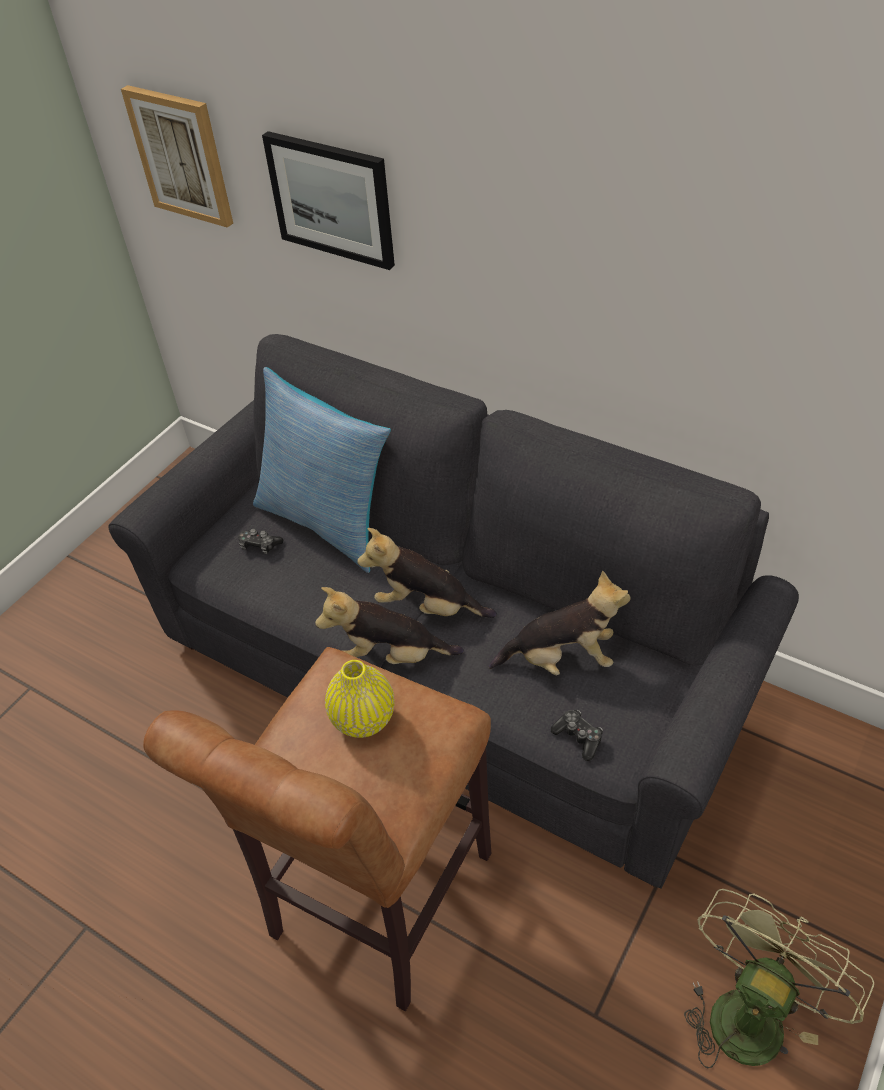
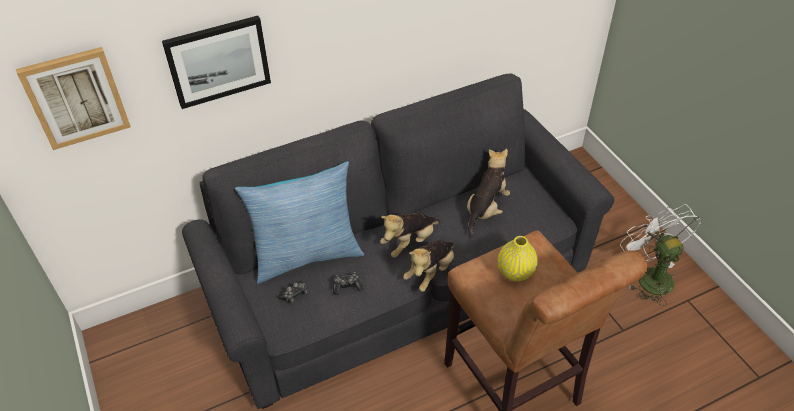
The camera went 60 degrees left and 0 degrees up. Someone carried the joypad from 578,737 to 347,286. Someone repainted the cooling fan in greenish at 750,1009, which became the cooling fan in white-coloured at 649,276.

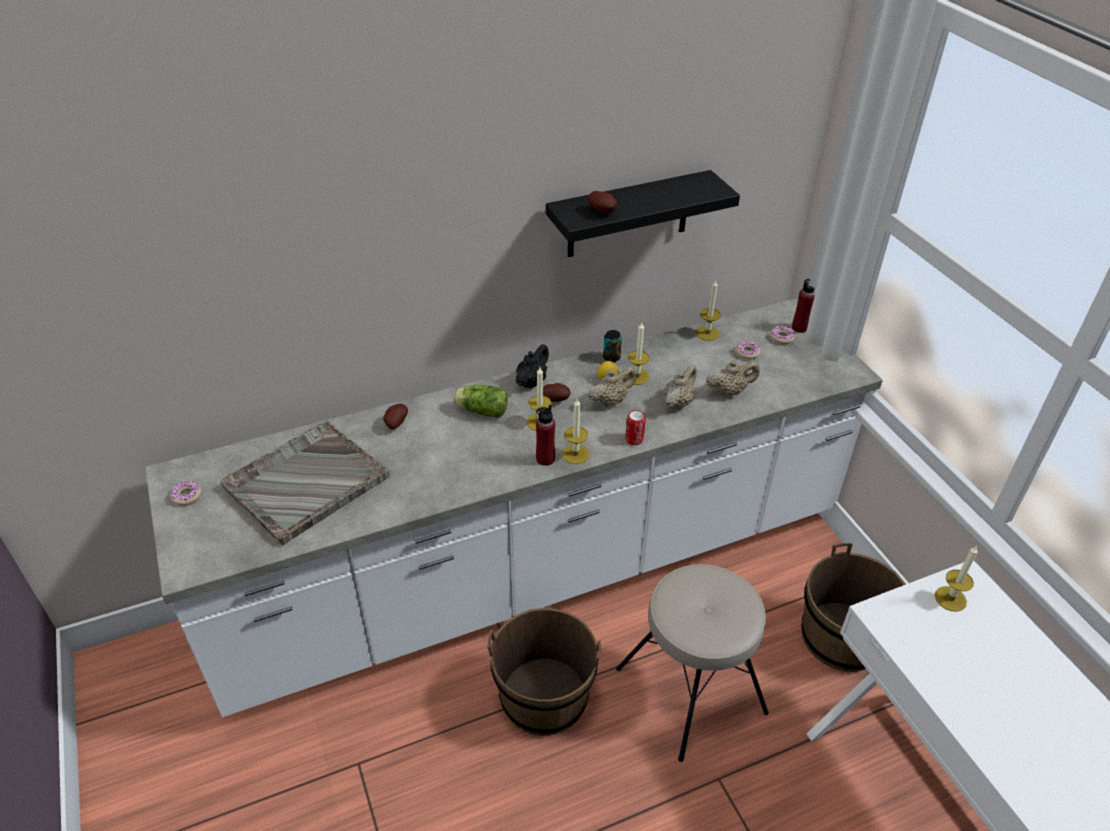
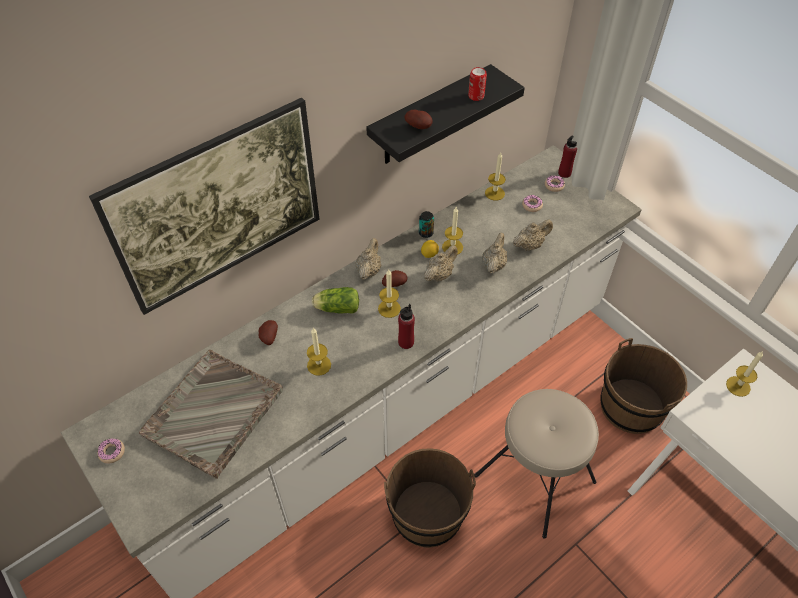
The camera went 15 degrees left and 10 degrees up. Someone repainted the teapot in black-coloured at 532,382, which became the teapot in beige at 368,270. Someone carried the wax candle from 575,454 to 319,365. Someone carried the can from 634,439 to 476,96. Someone put up the wall art at 226,235.

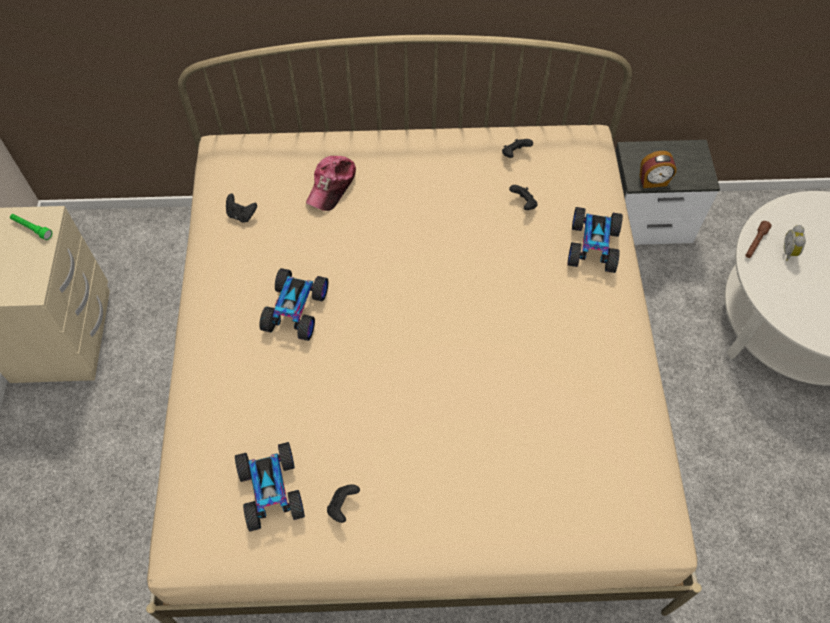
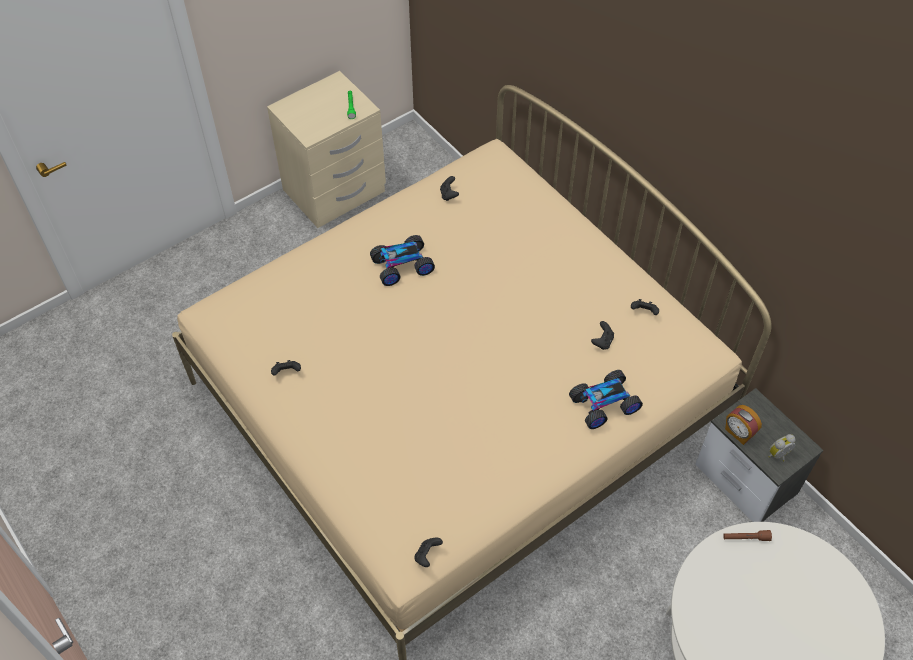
The camera went 55 degrees right and 5 degrees down. Someone took away the miniature car at 272,489. Someone took away the cap at 332,186. Someone carried the table clock from 789,252 to 779,456. Someone put down the joypad in black-coloured at 427,555.

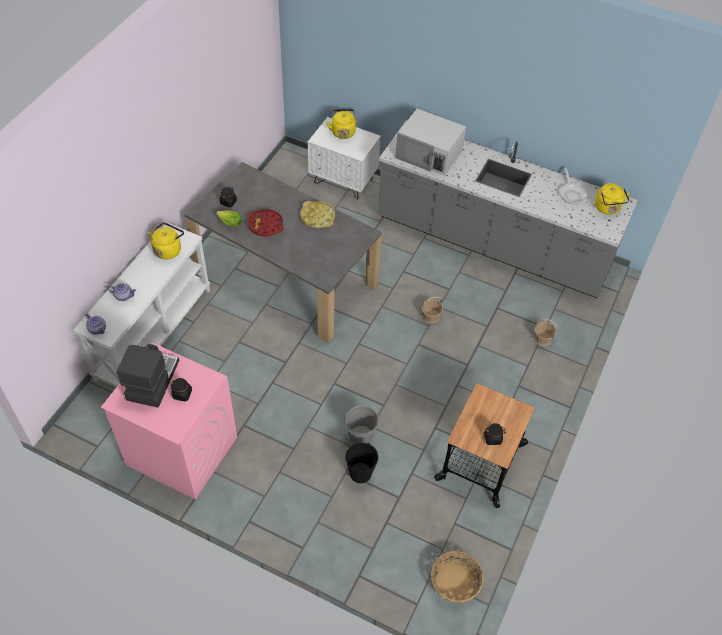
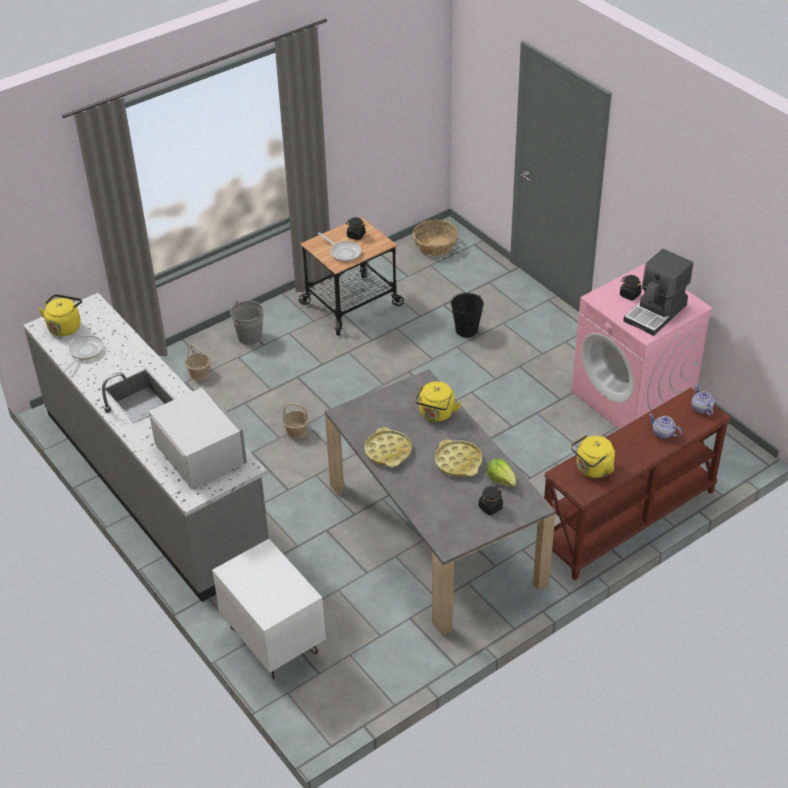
The camera went 150 degrees left and 10 degrees down. Someone repainted the hall table in white-coloured at 153,333, which became the hall table in brown-coloured at 628,520. Someone repainted the serving tray in red at 265,225, which became the serving tray in yellowish at 458,462. Someone carried the kettle in yellowish from 343,131 to 436,414. Someone carried the water bucket in grey from 361,436 to 249,336. Someone put down the pan at 343,252.

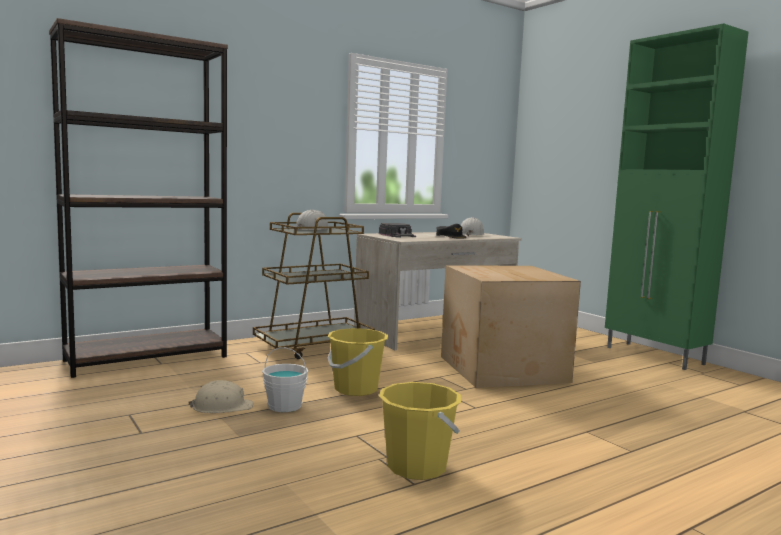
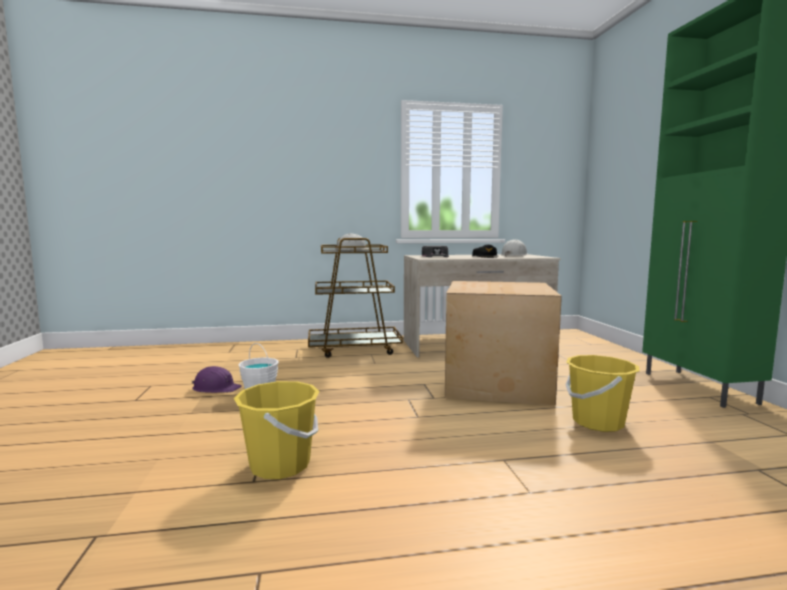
The camera went 25 degrees right and 0 degrees up. Someone took away the bookcase in brown-coloured at 147,358. Someone repainted the safety helmet in beige at 222,407, which became the safety helmet in purple-coloured at 216,388. Someone carried the water bucket in yellowish from 356,389 to 597,422.

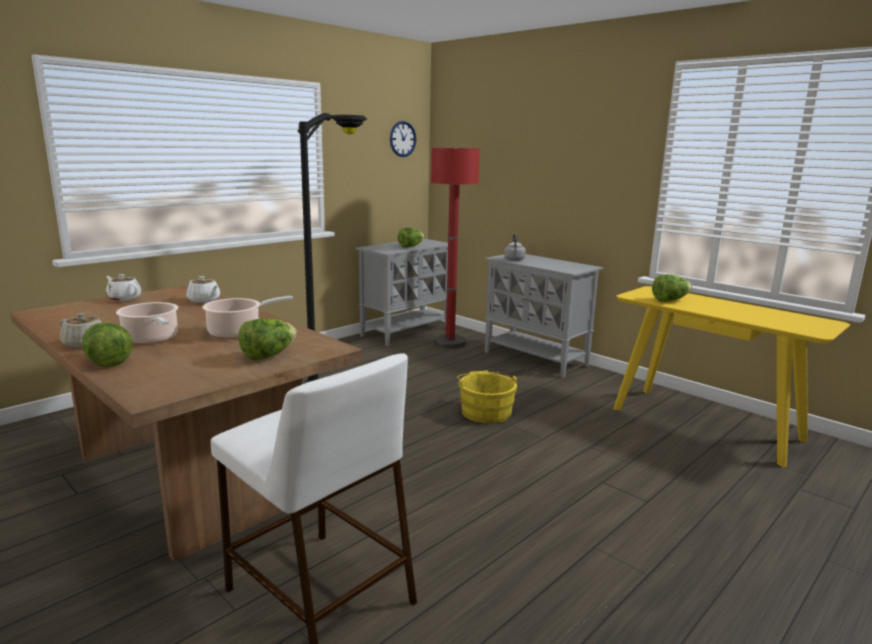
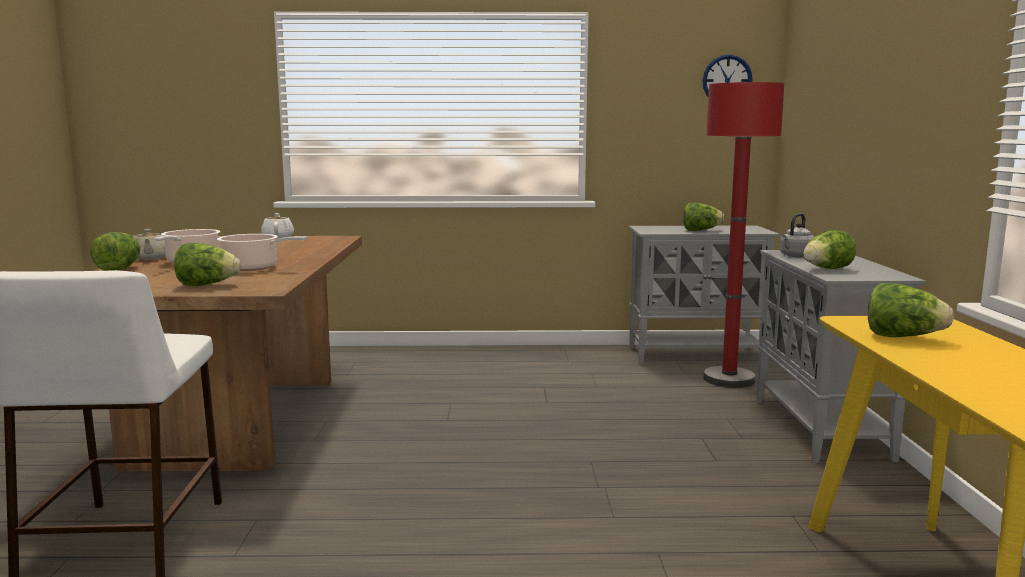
The camera went 45 degrees right and 5 degrees down. Someone took away the teapot in white-coloured at 204,301. Someone took away the standing lamp in black-coloured at 343,368. Someone took away the water bucket in yellowish at 485,411. Someone put down the lettuce at 826,269.

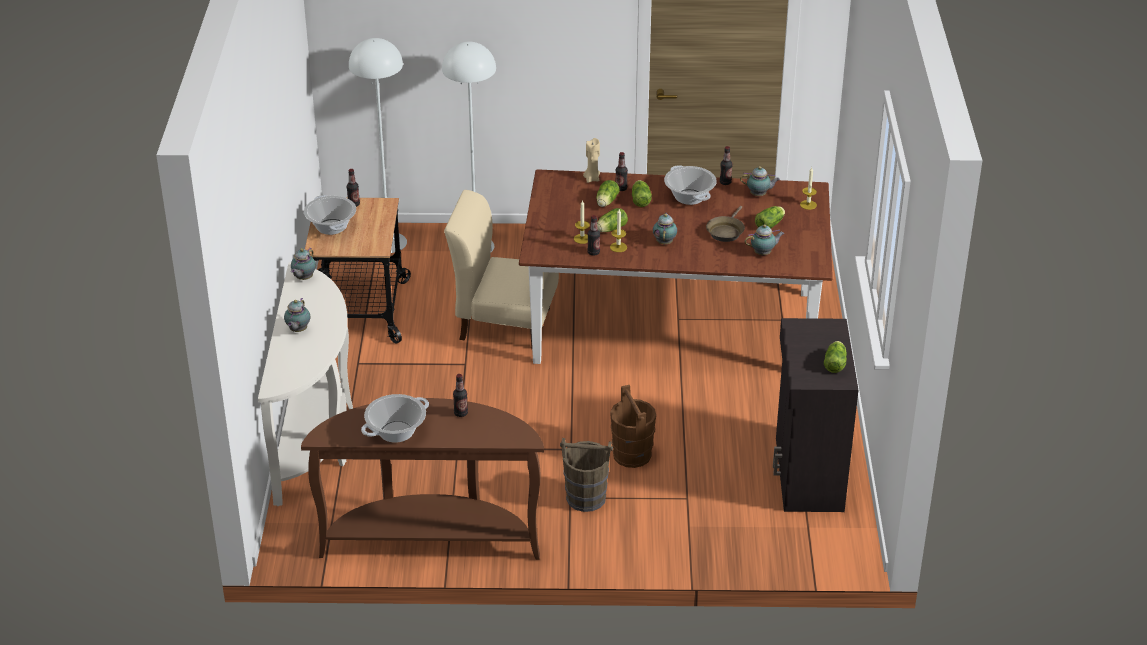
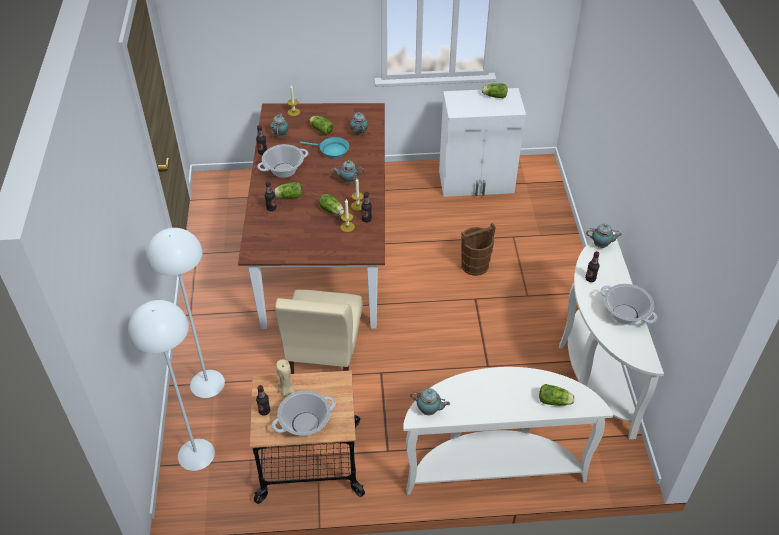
The camera went 95 degrees left and 10 degrees up. Someone carried the teapot from 297,330 to 601,245. Someone repainted the hall table in brown-coloured at 431,538, which became the hall table in white-coloured at 592,370. Someone took away the water bucket in brown-coloured at 585,498. Someone carried the wax candle in beige from 592,179 to 286,391. Someone carried the lettuce from 606,202 to 555,401. Someone repainted the pan in brown-coloured at 725,231, which became the pan in turquoise-coloured at 331,151. Someone repainted the cabinet in black-coloured at 807,474, which became the cabinet in white-coloured at 477,183.

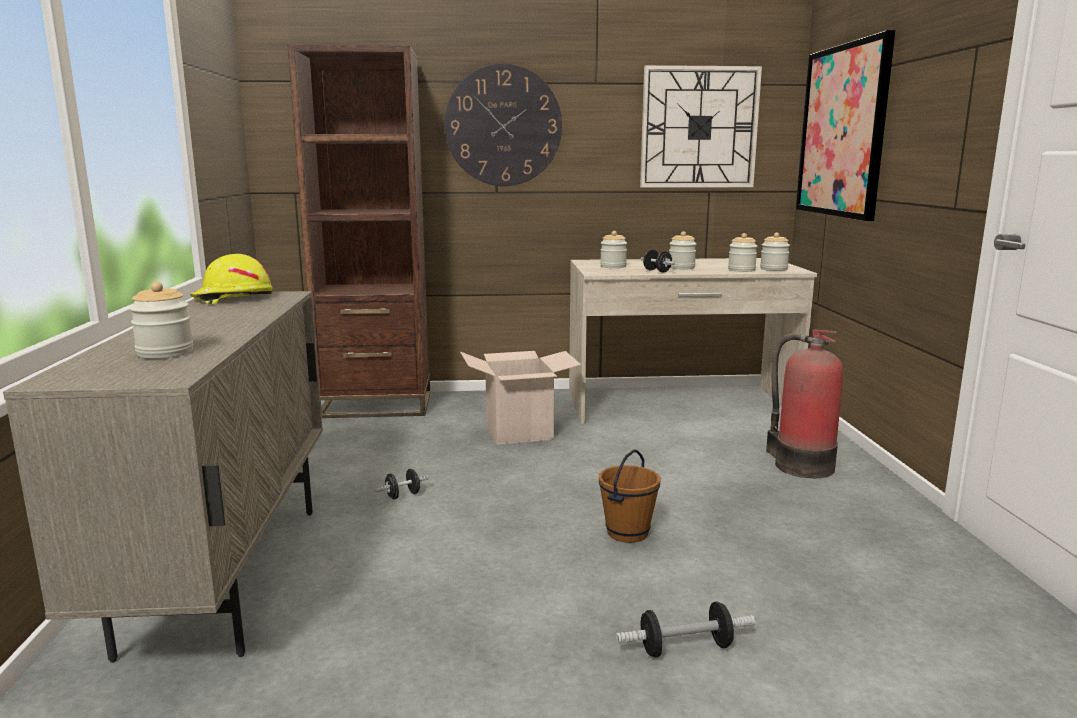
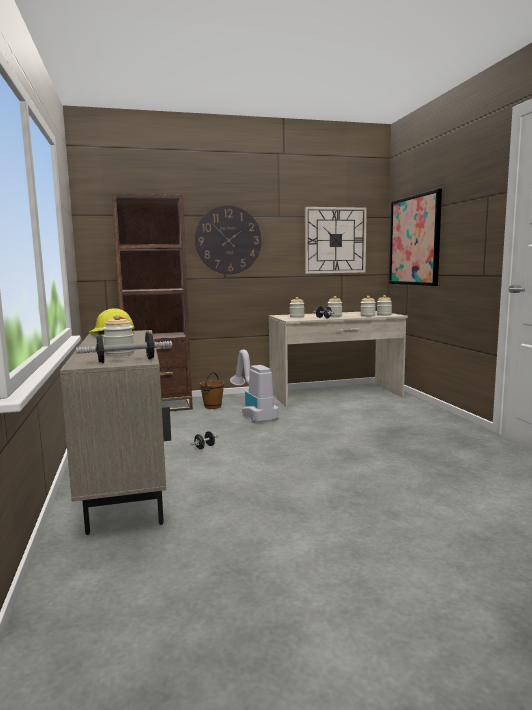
The camera went 10 degrees left and 5 degrees down. Someone swapped the packing box at 519,432 for the vacuum cleaner at 253,413. Someone carried the water bucket in brown-coloured from 626,533 to 212,406. Someone carried the free weight from 685,648 to 126,361. Someone took away the extinguisher at 800,465.

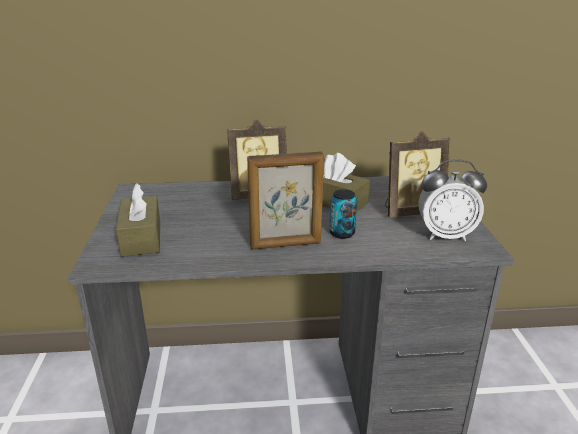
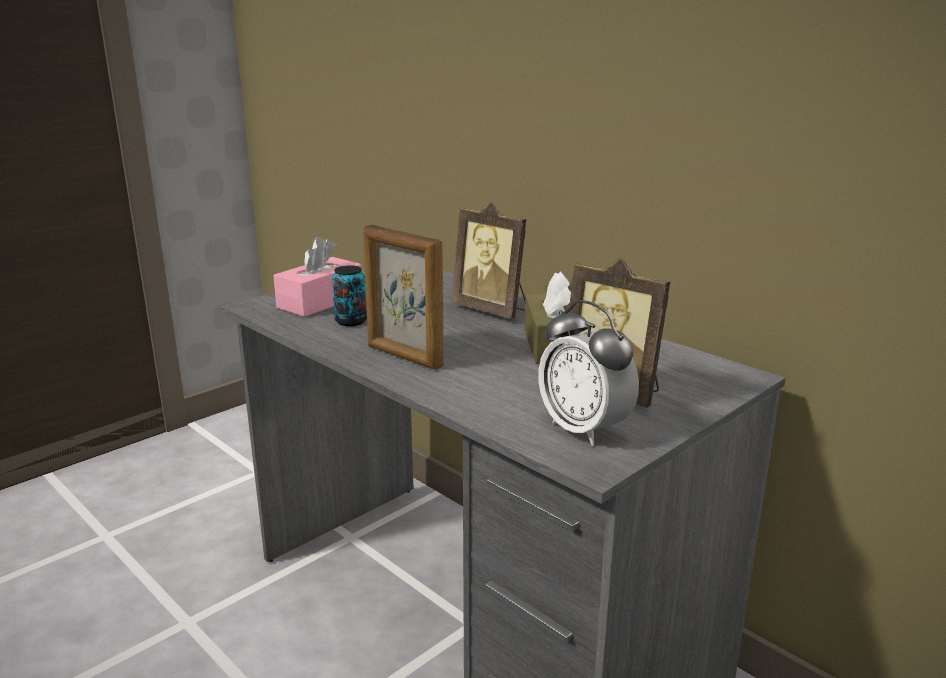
The camera went 50 degrees right and 5 degrees down. Someone repainted the box of tissues in brown-coloured at 141,237, which became the box of tissues in pink at 320,302. Someone carried the can from 342,233 to 351,321.

